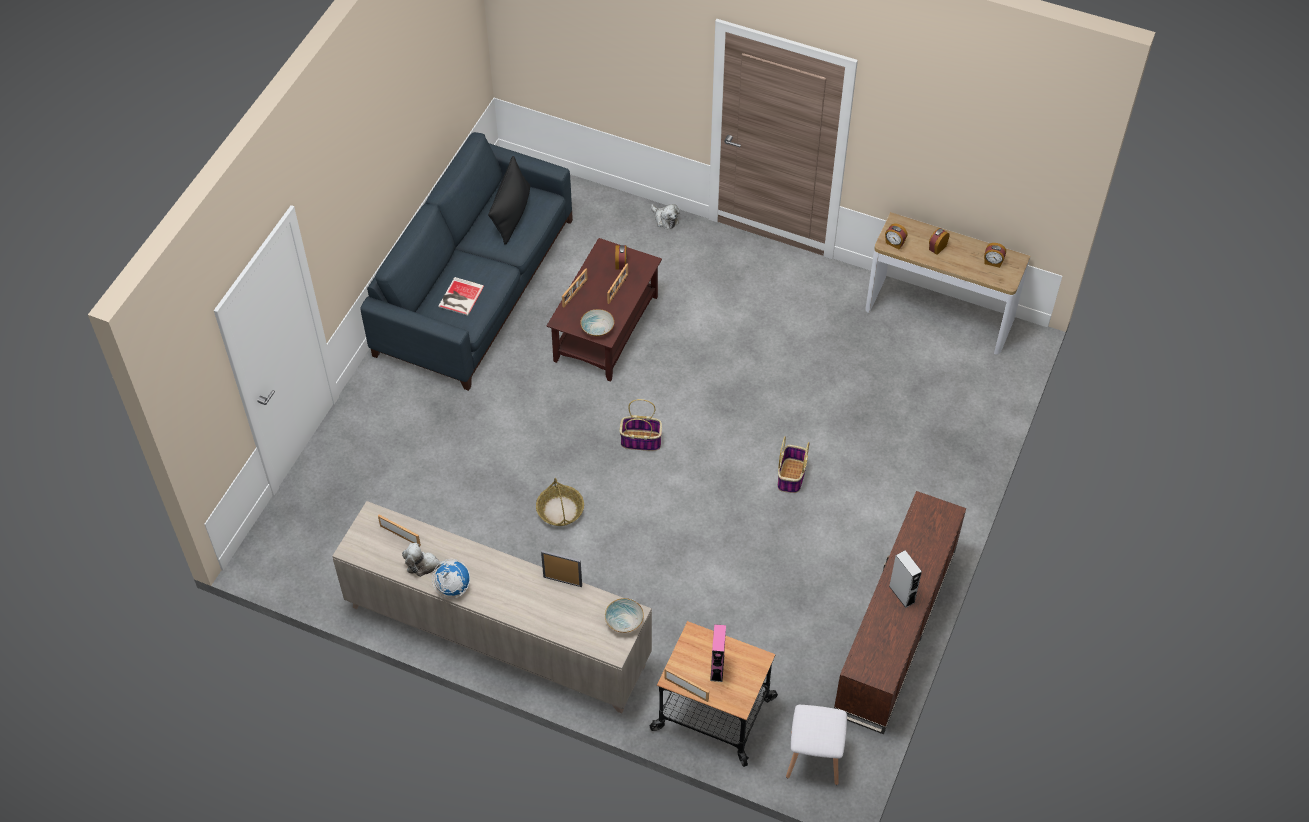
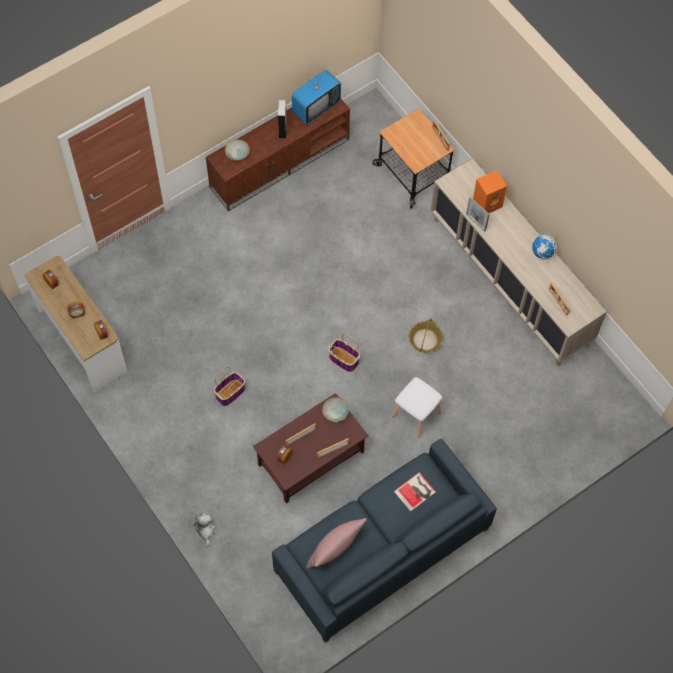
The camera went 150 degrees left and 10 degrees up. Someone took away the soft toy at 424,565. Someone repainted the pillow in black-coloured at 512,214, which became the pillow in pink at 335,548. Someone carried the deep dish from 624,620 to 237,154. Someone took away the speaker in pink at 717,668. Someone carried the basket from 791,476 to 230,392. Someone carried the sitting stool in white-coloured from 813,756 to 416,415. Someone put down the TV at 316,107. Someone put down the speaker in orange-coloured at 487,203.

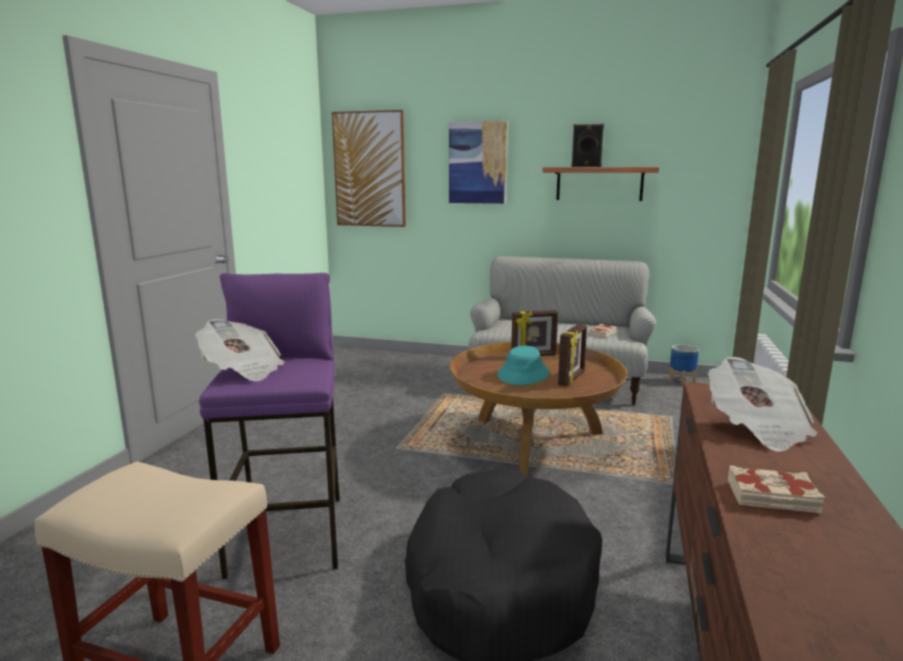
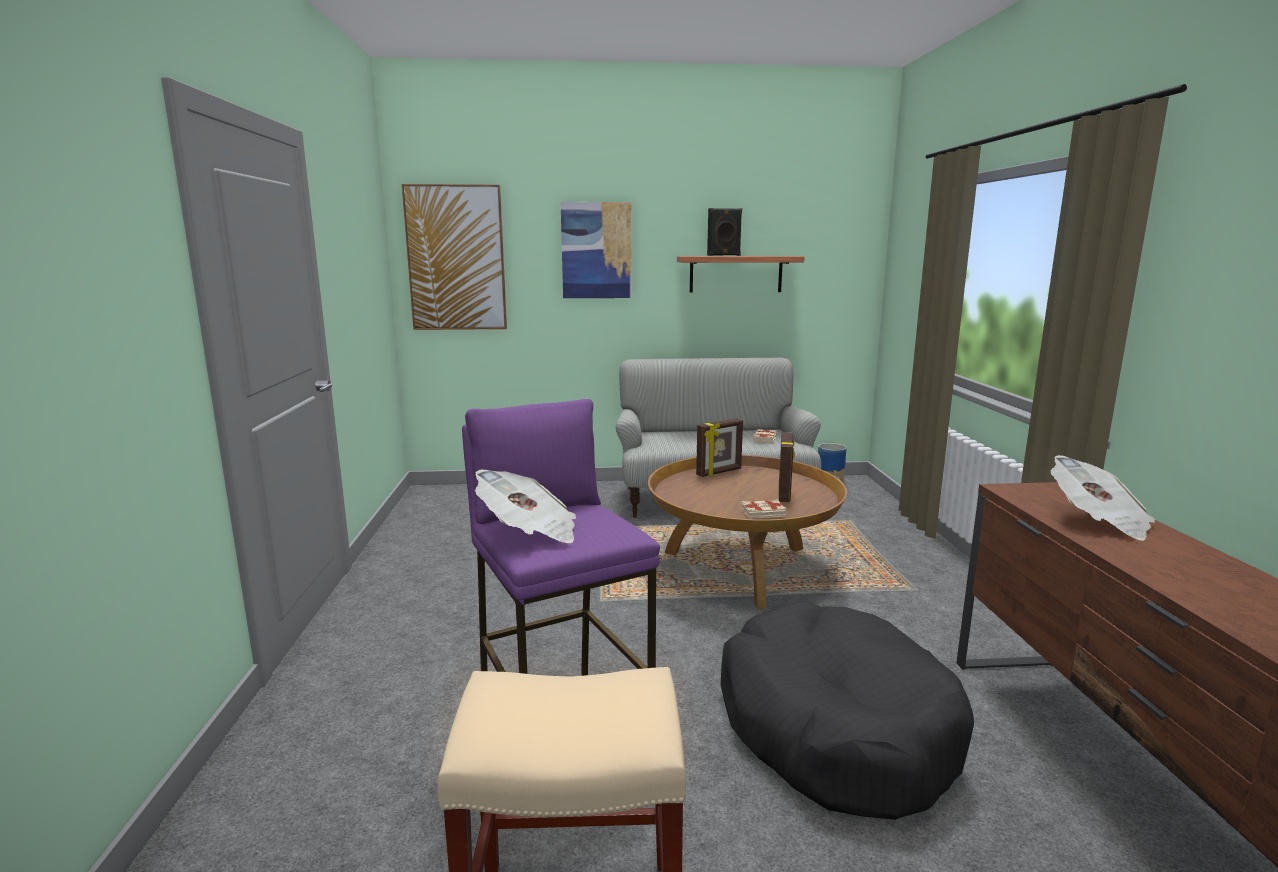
The camera went 20 degrees left and 0 degrees up. Someone took away the wearable hat in turquoise-coloured at 523,374. Someone carried the volume in beige from 772,497 to 763,513.

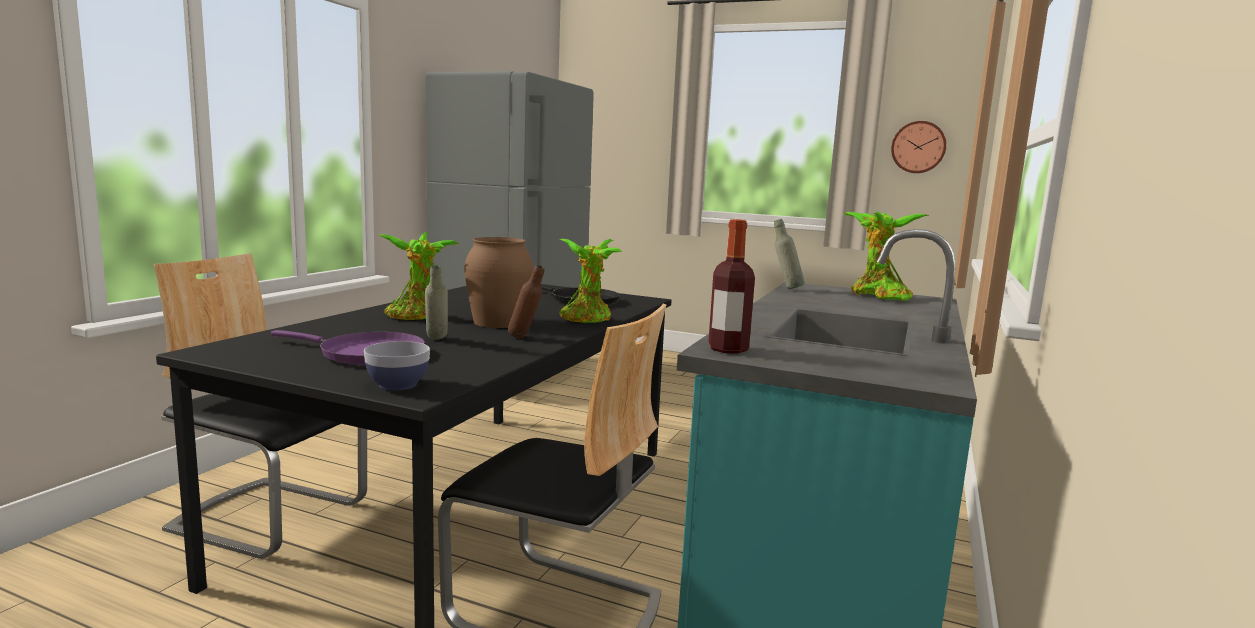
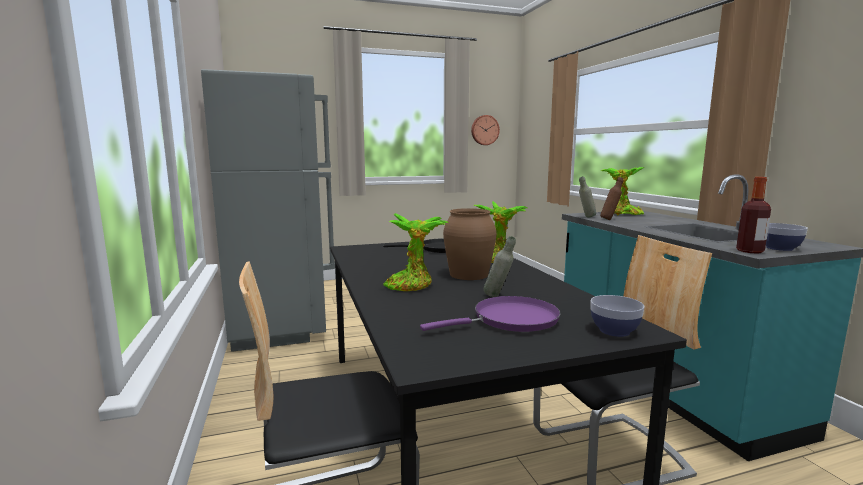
The camera went 40 degrees left and 0 degrees up. Someone carried the drink bottle in brown-coloured from 525,338 to 610,219. Someone put down the deep dish at 779,248.

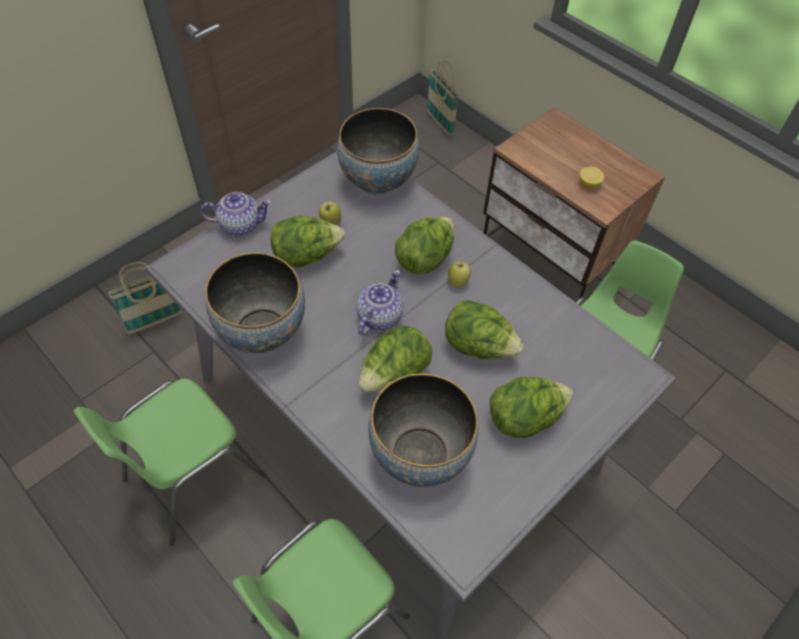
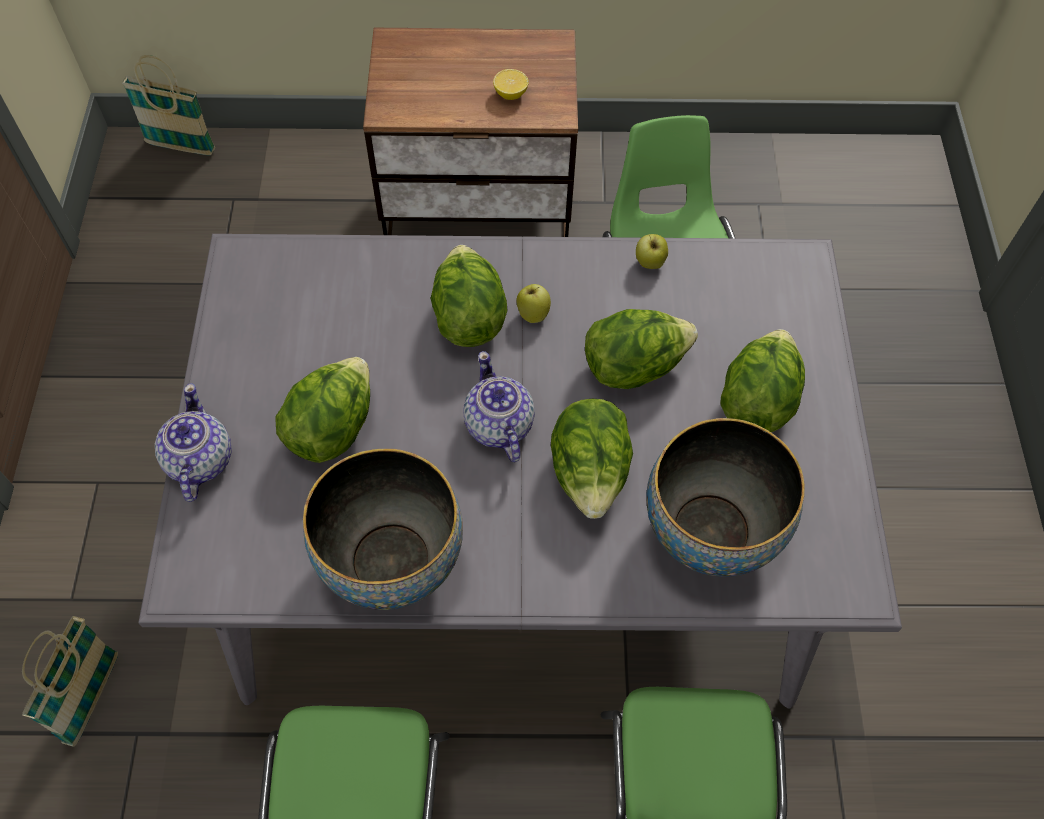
The camera went 45 degrees left and 5 degrees up. Someone rotated the teapot at 239,224 by 45 degrees counterclockwise. Someone carried the apple fruit from 330,222 to 649,263. Someone took away the deep dish at 378,181.

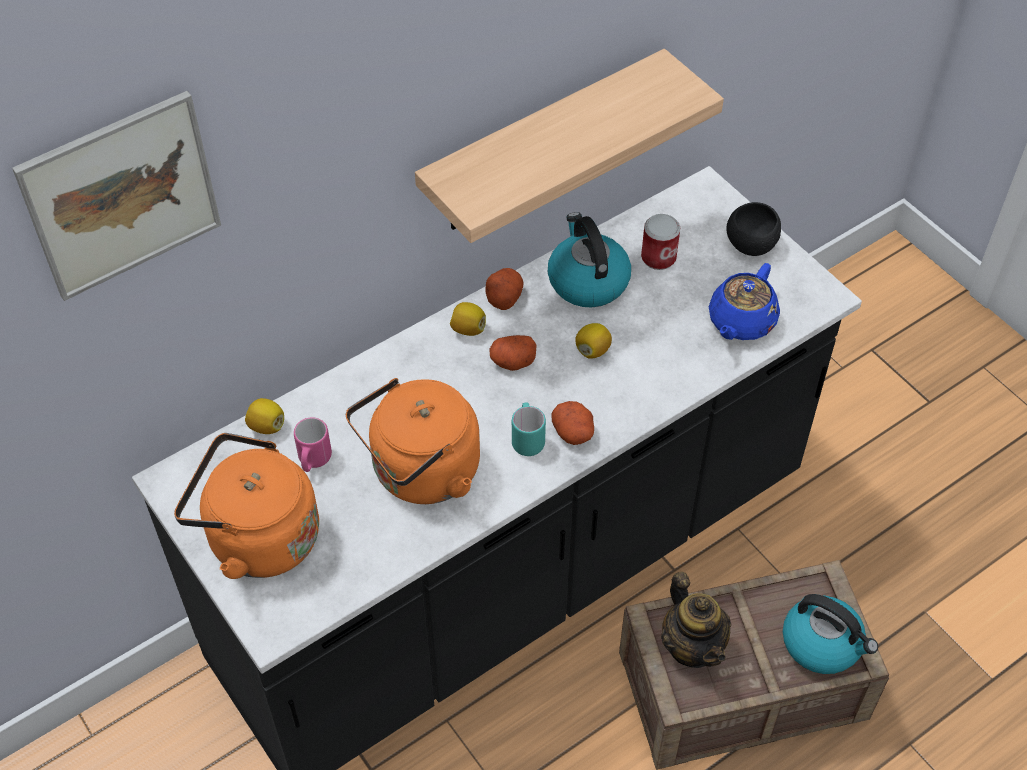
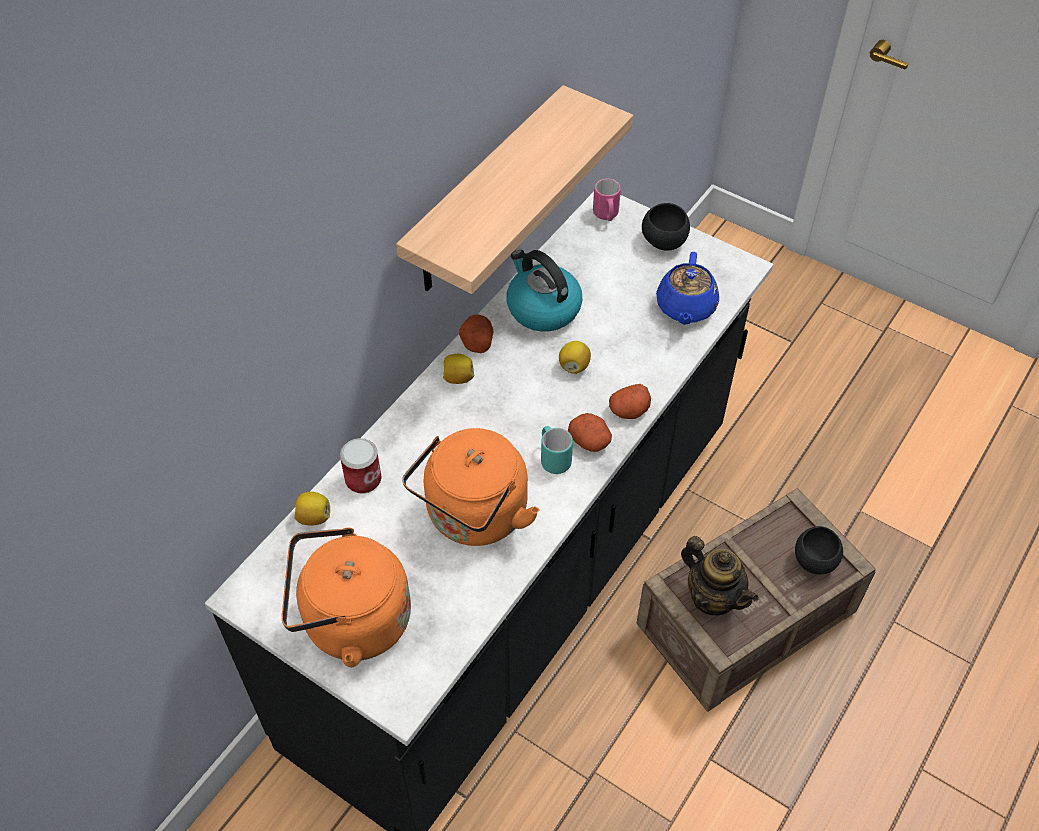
The camera went 20 degrees left and 0 degrees up. Someone took away the wall art at 122,195. Someone carried the mug in pink from 313,461 to 606,216. Someone carried the whole potato from 512,361 to 629,410. Someone carried the can from 658,257 to 363,479. Someone swapped the kettle at 823,644 for the deep dish in black-coloured at 814,560.

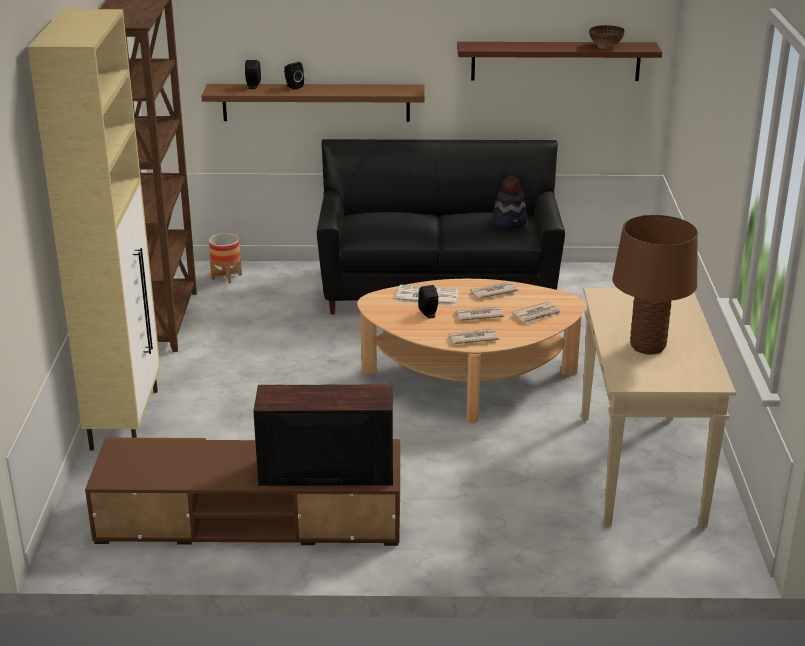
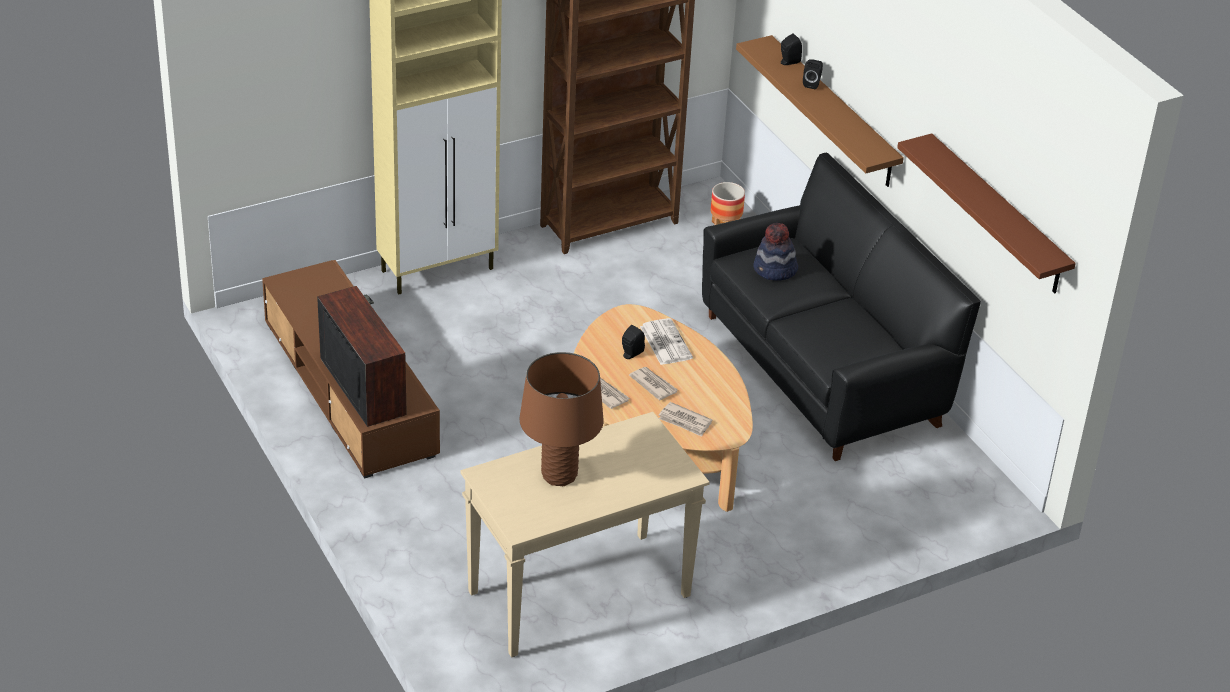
The camera went 60 degrees right and 10 degrees up. Someone took away the newspaper at 492,292. Someone carried the wearable hat from 510,222 to 774,270. Someone took away the deep dish at 605,46.

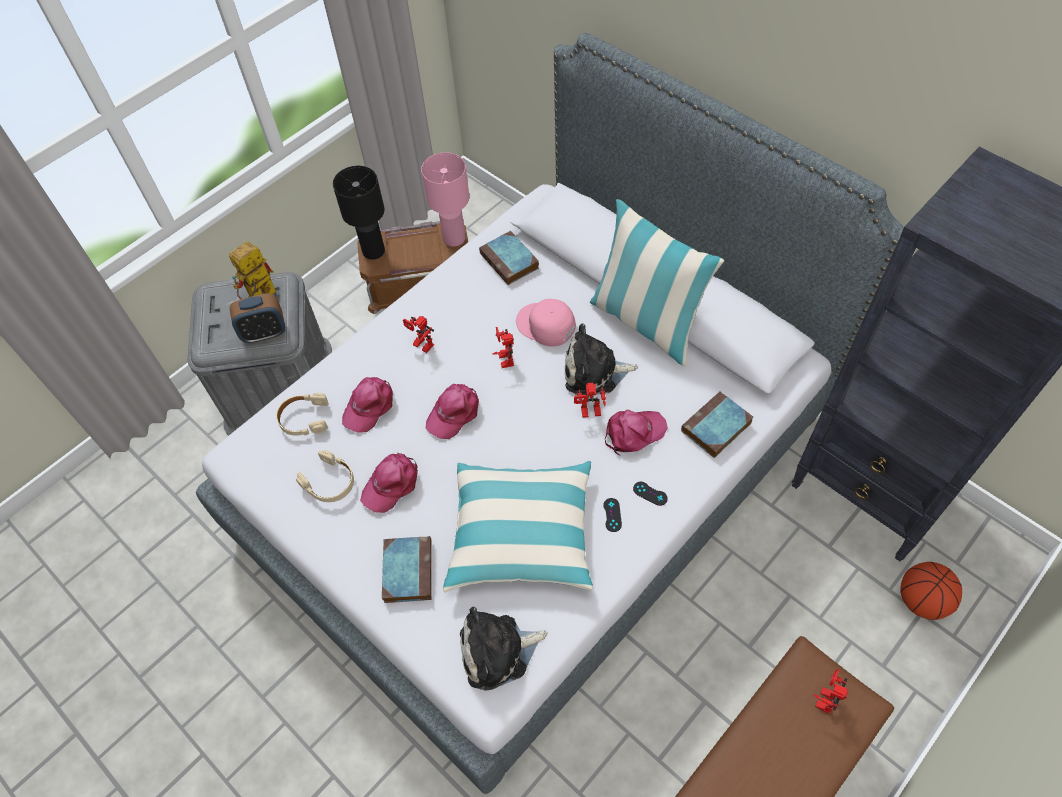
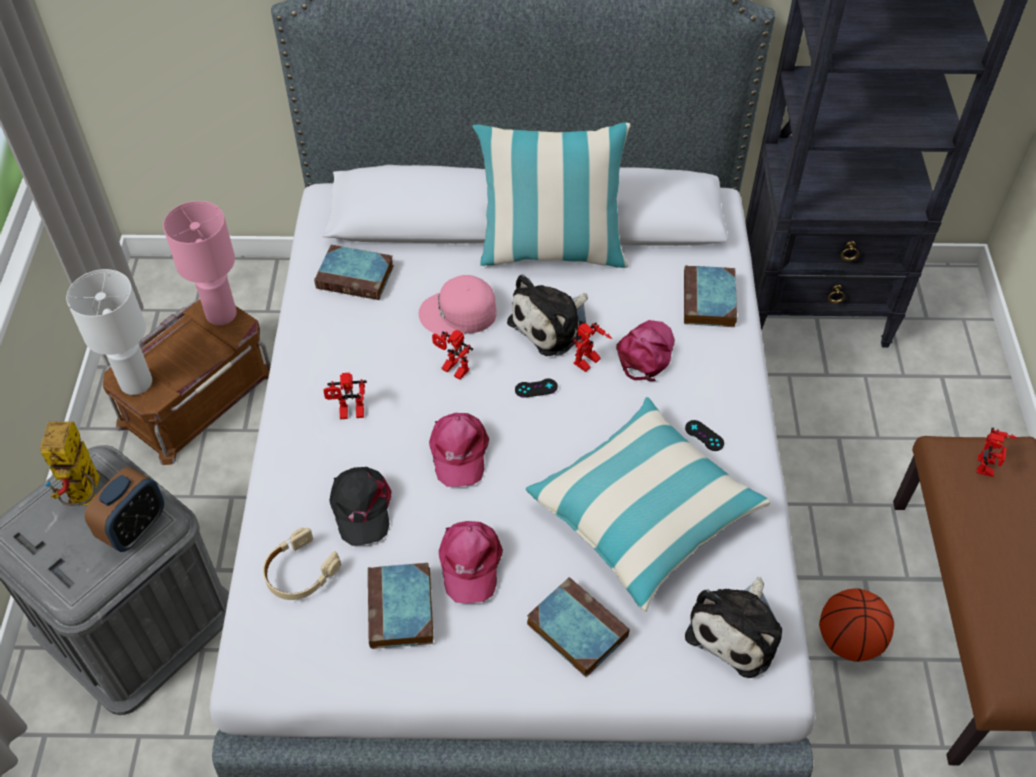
The camera went 45 degrees left and 5 degrees down. Someone swapped the headphones in beige at 329,482 for the volume at 401,611. Someone repainted the lamp for a table in black-coloured at 374,251, which became the lamp for a table in white-coloured at 137,382. Someone repainted the cap in pink at 369,406, which became the cap in black-coloured at 361,507. Someone carried the joypad in black-coloured from 650,493 to 536,388. Someone rotated the toy robot at 823,697 by 150 degrees counterclockwise. Someone carried the basketball from 921,600 to 848,640.

